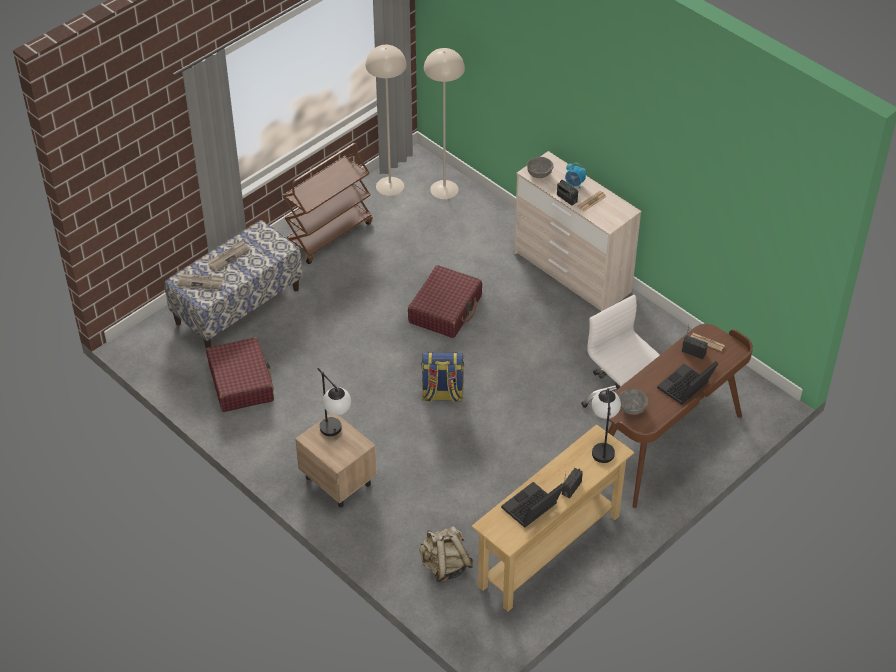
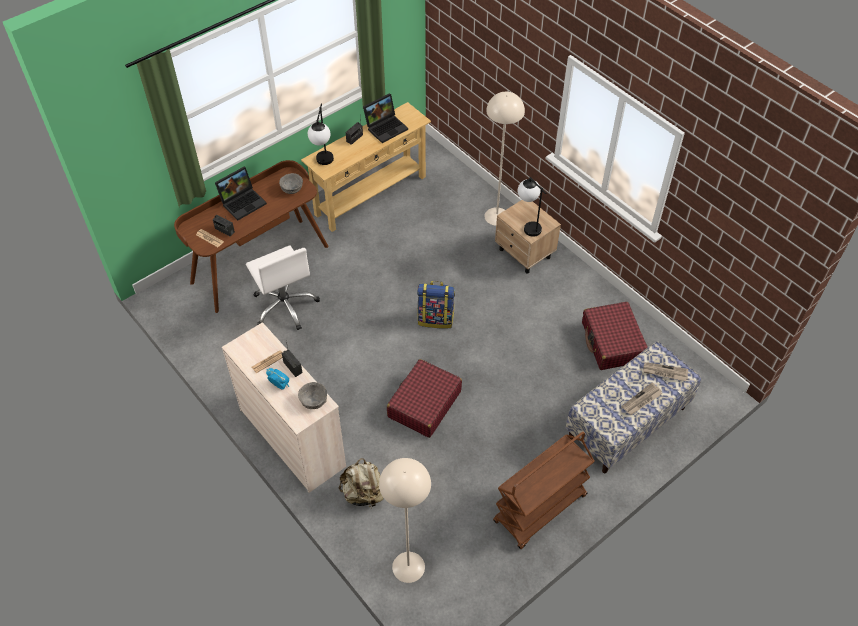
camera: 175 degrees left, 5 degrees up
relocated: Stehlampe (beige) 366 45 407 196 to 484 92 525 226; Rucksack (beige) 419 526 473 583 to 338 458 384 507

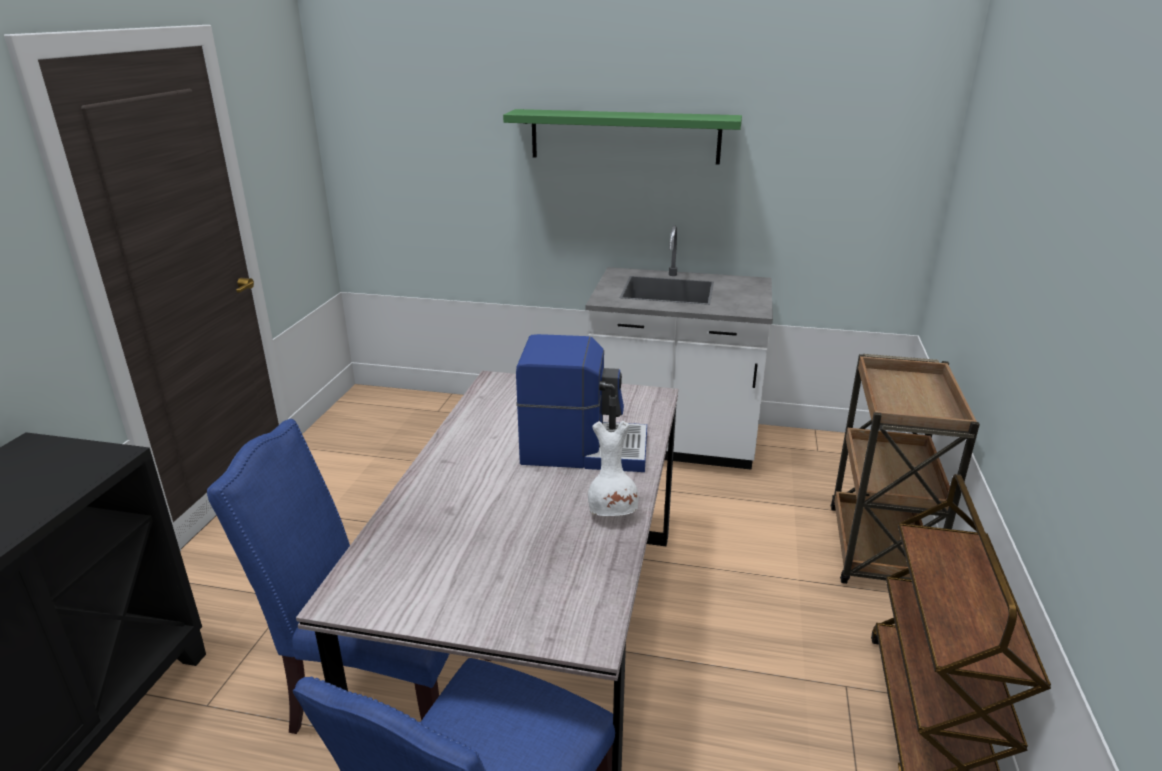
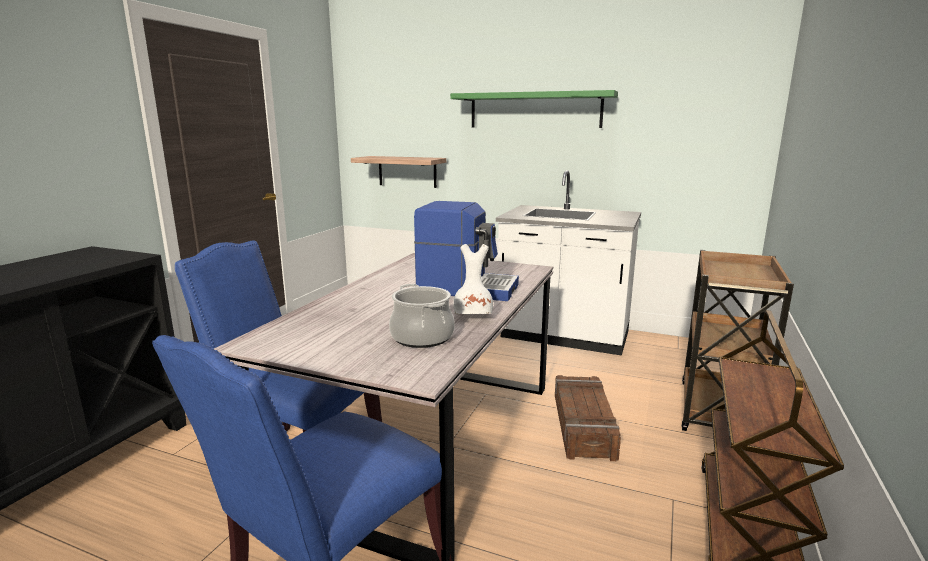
camera: 10 degrees right, 10 degrees down
appeared: Wandregal 351 156 446 188; Kochtopf 389 284 455 348; Kiste 555 375 621 461

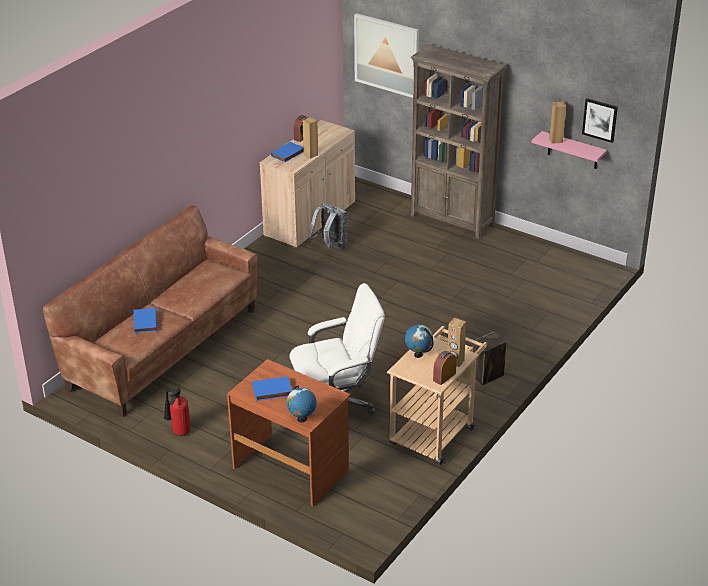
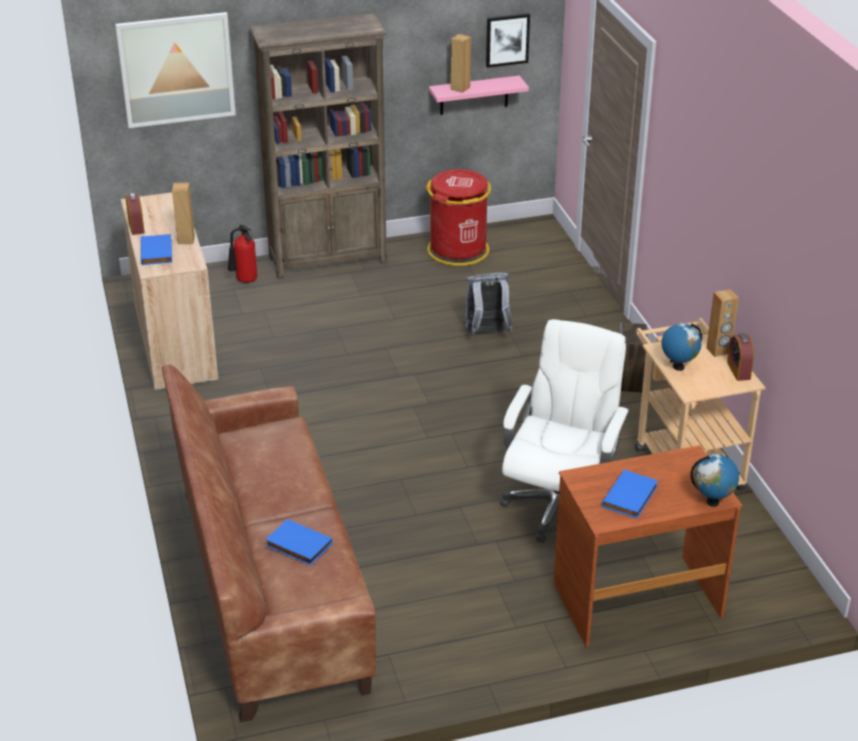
camera: 50 degrees left, 0 degrees up
appeared: Mülleimer (rot) 426 169 491 266
relocated: Feuerlöscher 164 388 191 436 to 227 224 257 283; Rucksack (grau) 309 203 348 250 to 463 273 514 334

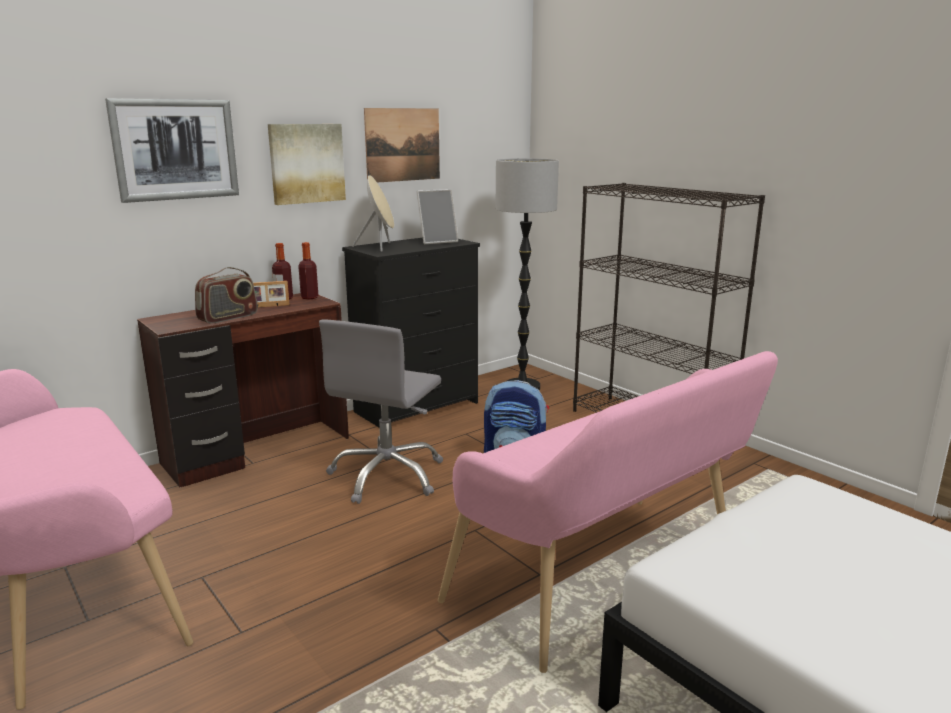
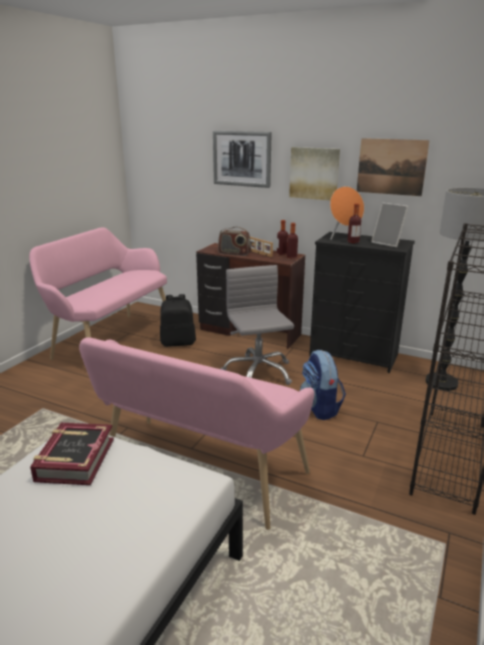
camera: 65 degrees right, 5 degrees up
appeared: Buch 30 423 114 485; Rucksack (schwarz) 160 294 196 347; Flasche 348 203 362 243
colour: Lautsprecher (beige) 352 175 394 252 to Lautsprecher (orange) 330 186 364 240
spun: Bürostuhl (grau) 319 319 443 504 = 221 265 294 385 75 degrees clockwise

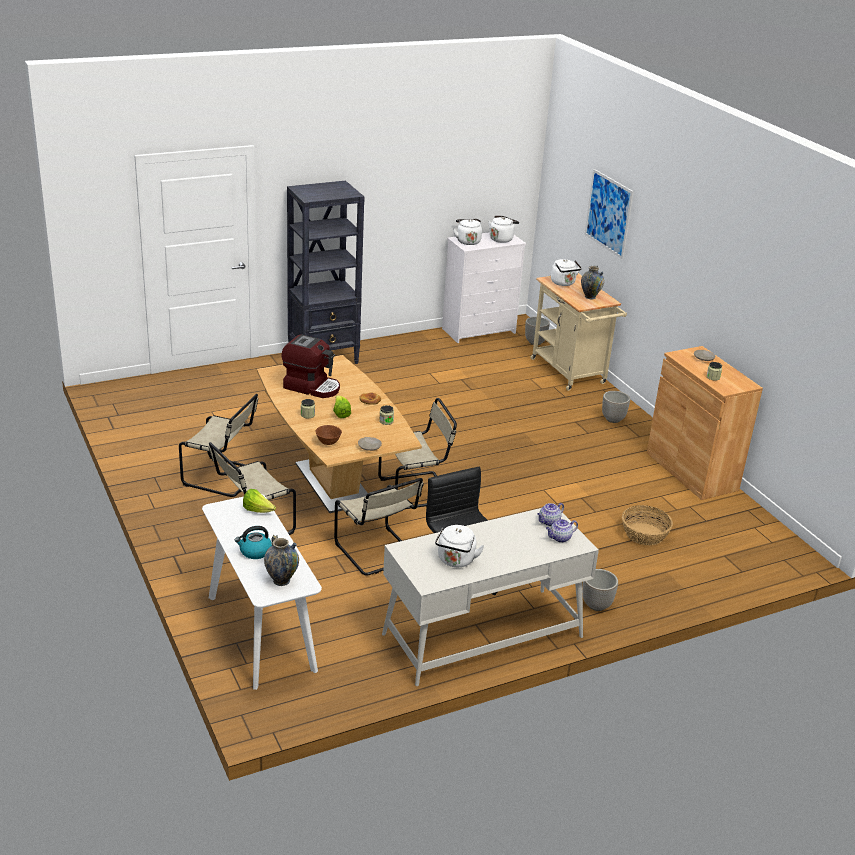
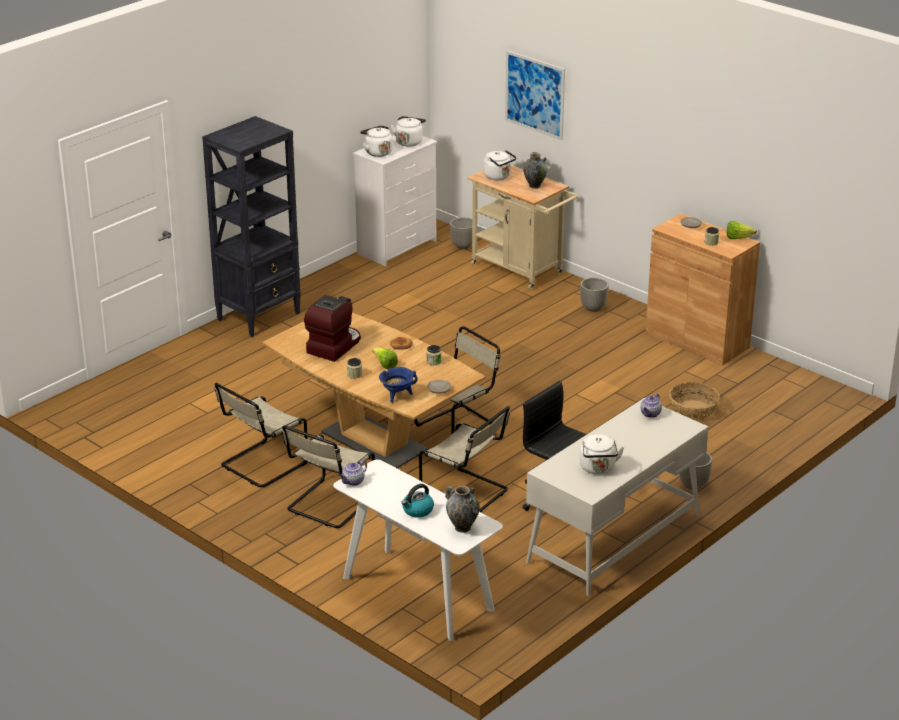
camera: 20 degrees left, 0 degrees up
relocated: Salatkopf 243 489 276 513 to 727 221 757 239; Teekanne 546 519 578 543 to 339 461 367 486
exchanged: Schüssel (braun) 315 425 342 445 to Kochtopf (blau) 379 367 418 403
spun: Stuhl (beige) 179 394 258 497 = 214 383 307 487 135 degrees clockwise; Kaffeemaschine 281 334 340 398 = 304 295 361 362 60 degrees counterclockwise

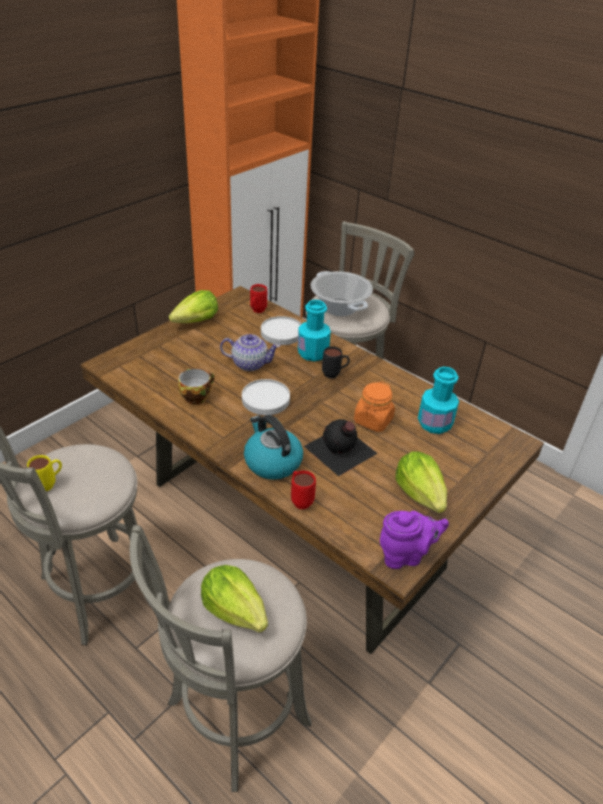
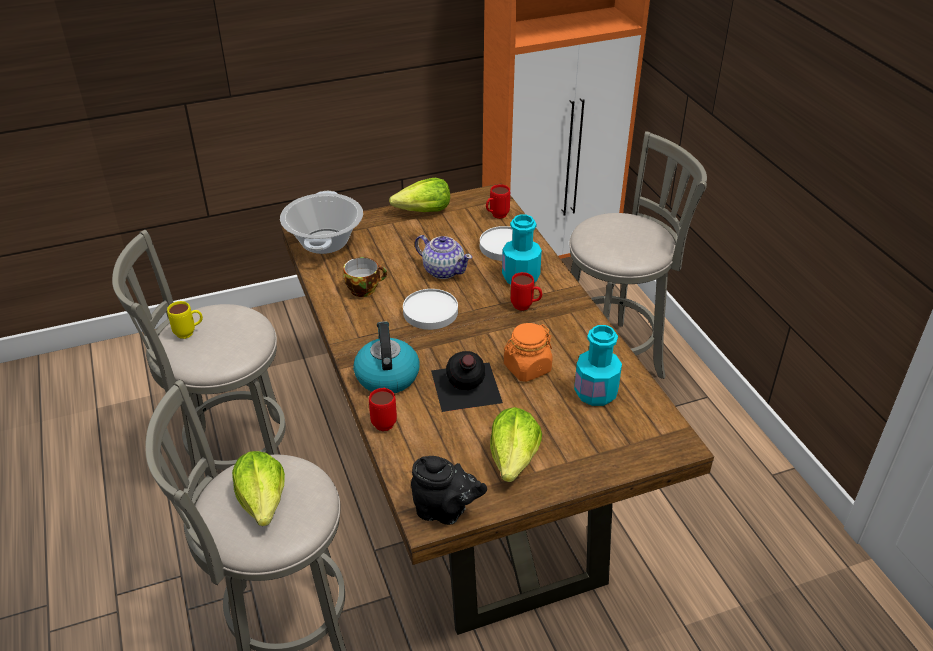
camera: 30 degrees right, 0 degrees up
relocated: Kochtopf 311 271 373 316 to 280 191 363 254
colour: Henkelbecher (schwarz) 322 346 350 379 to Henkelbecher (rot) 511 272 542 311; Teekanne (lila) 380 511 449 569 to Teekanne (schwarz) 411 456 487 525

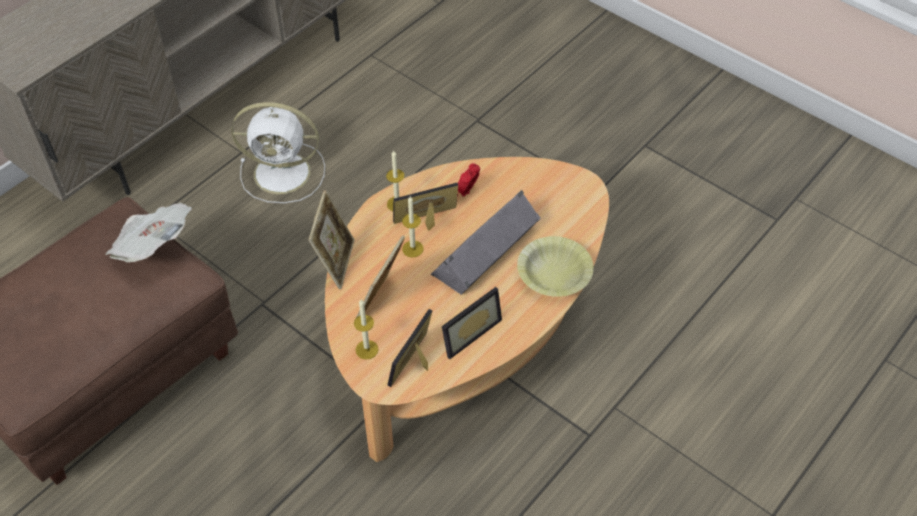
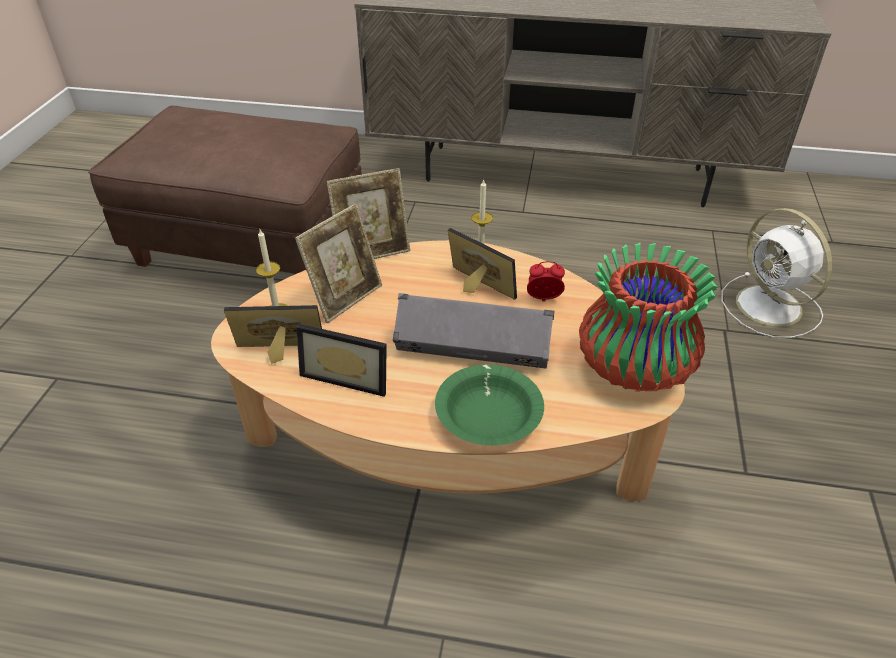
camera: 60 degrees right, 10 degrees down
missing: Zeitung 105 202 192 263; Kerze 402 196 424 258
appeared: Vase 579 242 717 392
relocated: Ventilator (weiß) 231 102 325 204 to 721 208 832 338
colour: Schüssel (gelb) 517 236 594 297 to Schüssel (grün) 435 364 544 446
spun: Bilderrahmen 355 236 405 319 = 295 204 382 323 135 degrees clockwise

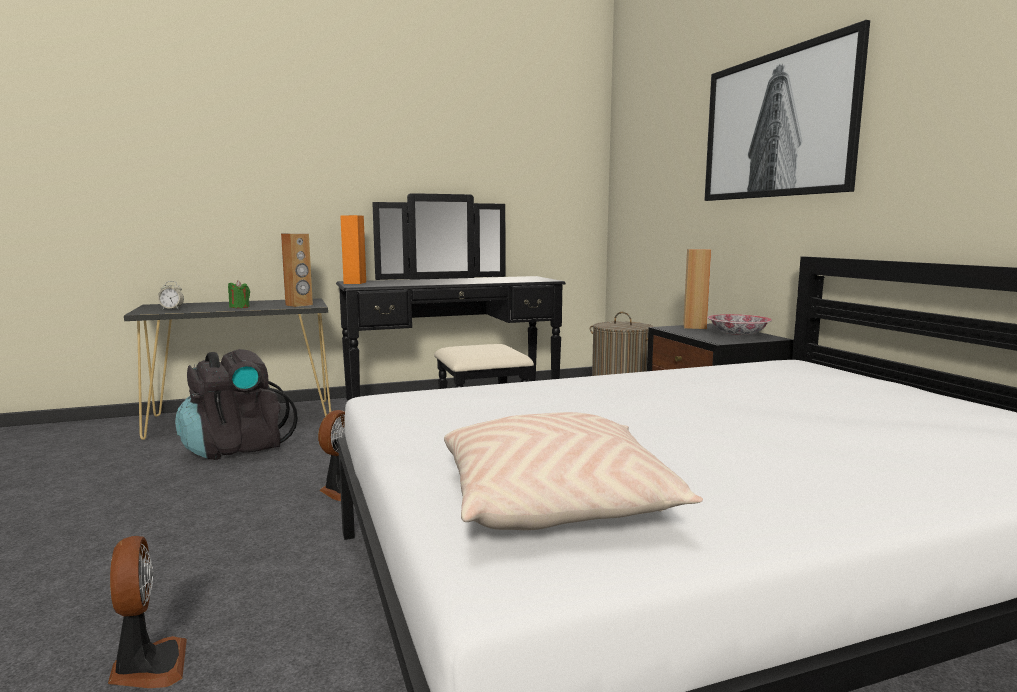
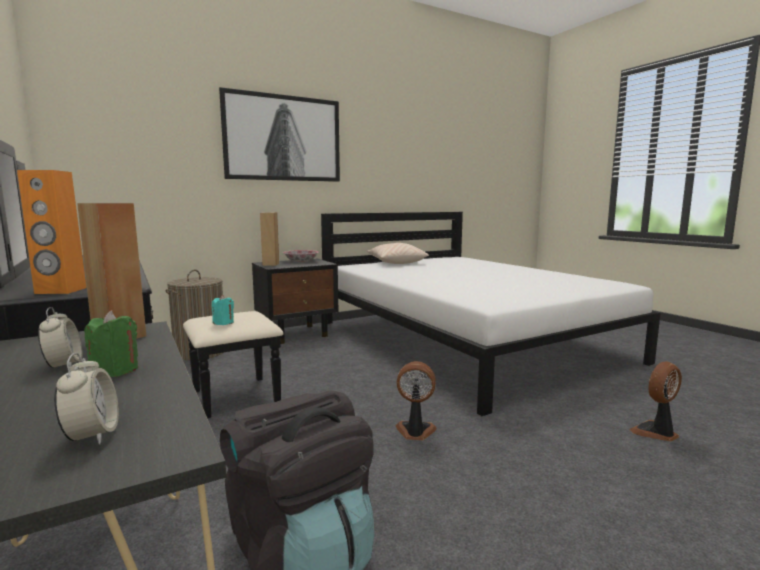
camera: 100 degrees left, 0 degrees up
appeared: Wecker 38 307 83 368; Kerze (türkis) 212 295 234 325
relocated: Kissen (beige) 444 412 703 530 to 367 243 429 264

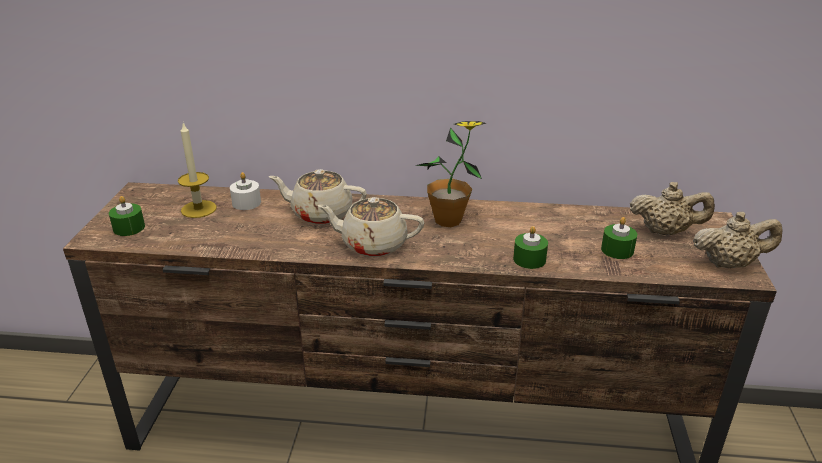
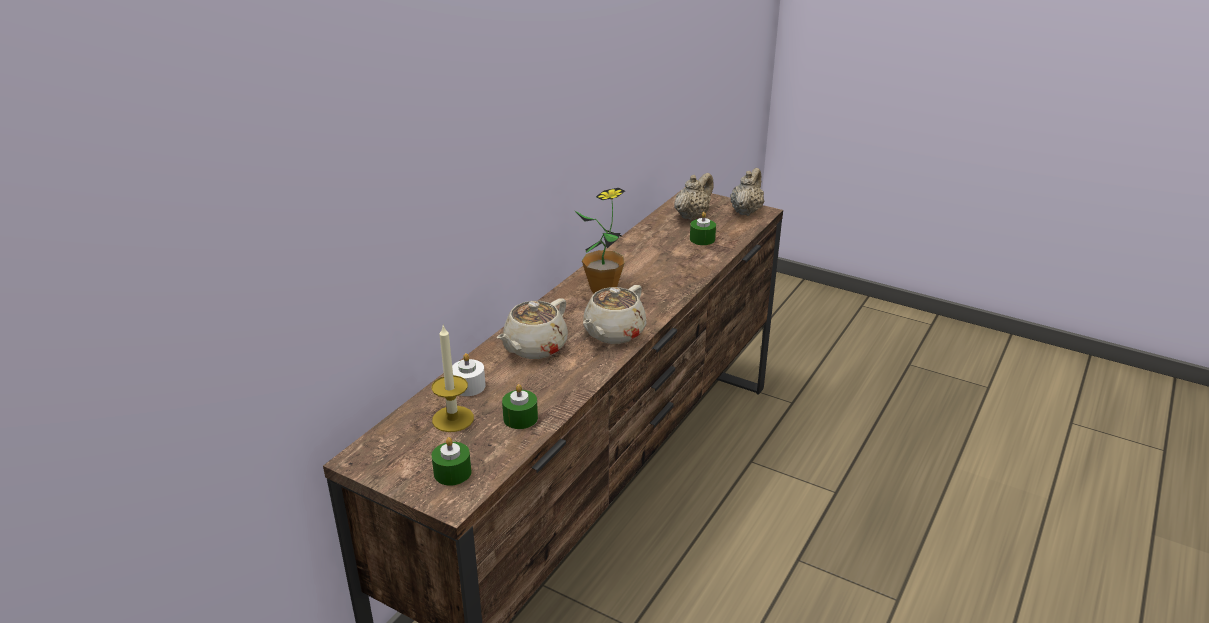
camera: 65 degrees left, 0 degrees up
relocated: Kerze (grün) 513 226 548 269 to 502 384 538 429

